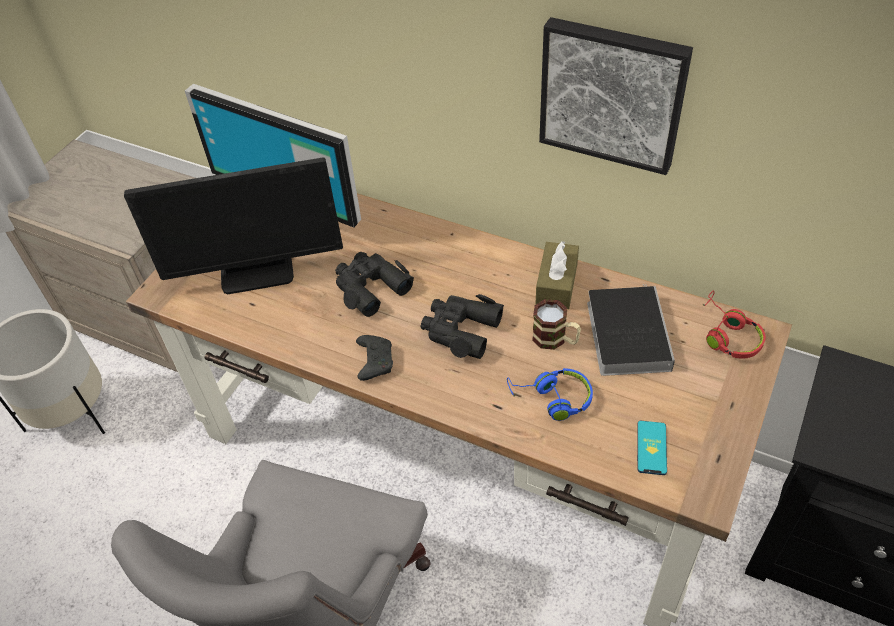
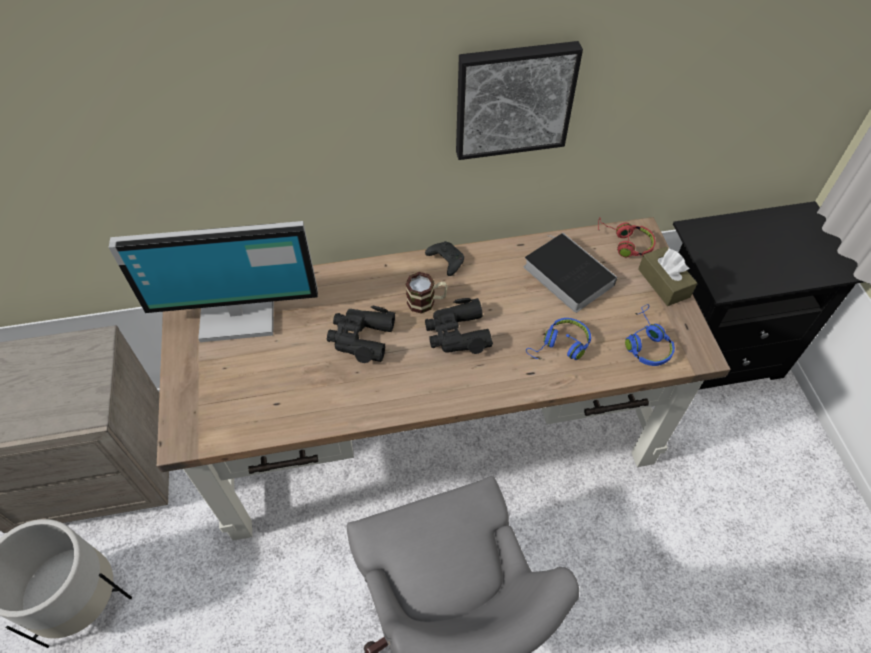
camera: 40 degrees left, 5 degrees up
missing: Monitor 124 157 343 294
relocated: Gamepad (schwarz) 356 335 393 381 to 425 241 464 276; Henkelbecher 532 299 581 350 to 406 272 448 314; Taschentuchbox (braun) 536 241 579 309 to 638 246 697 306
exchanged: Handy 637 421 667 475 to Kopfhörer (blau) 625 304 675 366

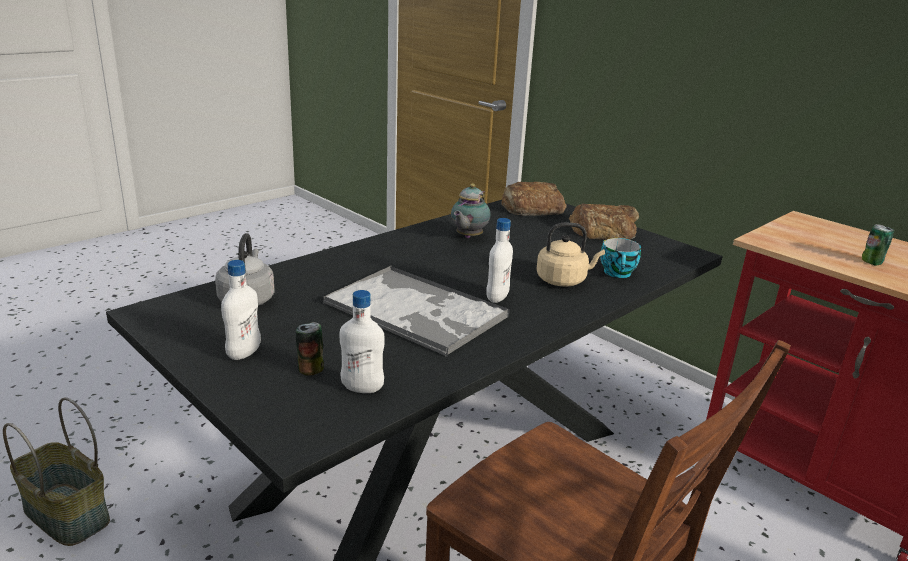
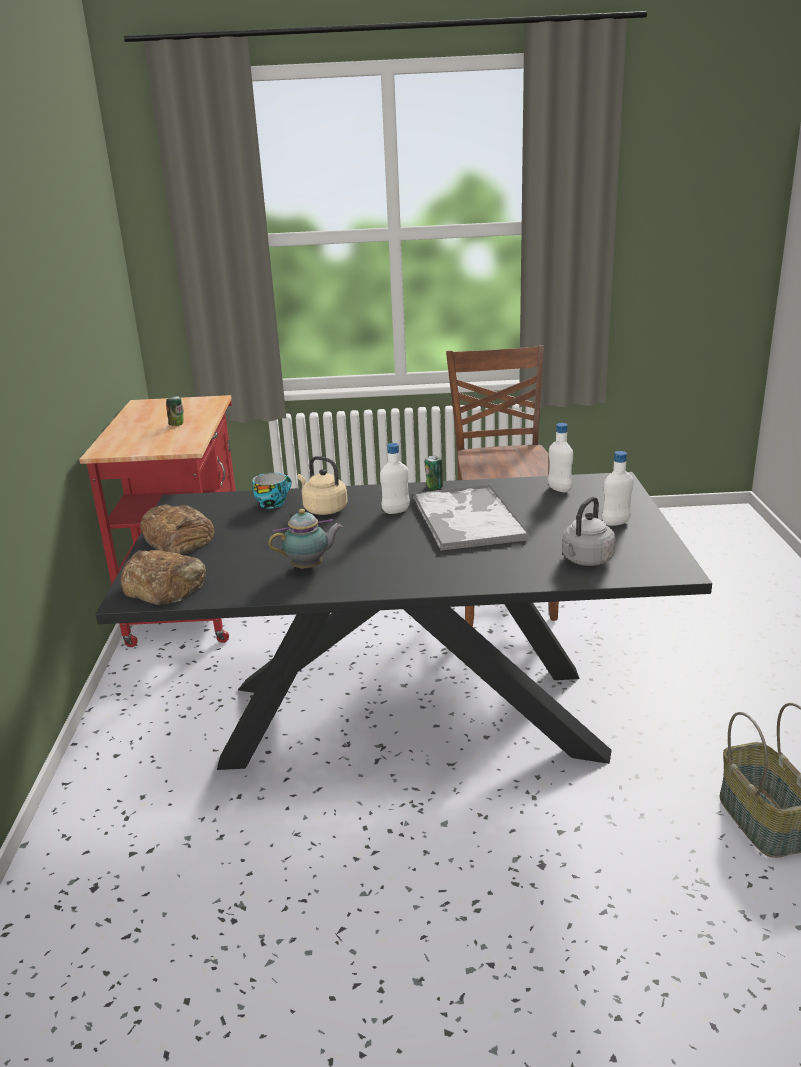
camera: 135 degrees left, 0 degrees up
relocated: Dose 296 322 324 376 to 425 456 443 490

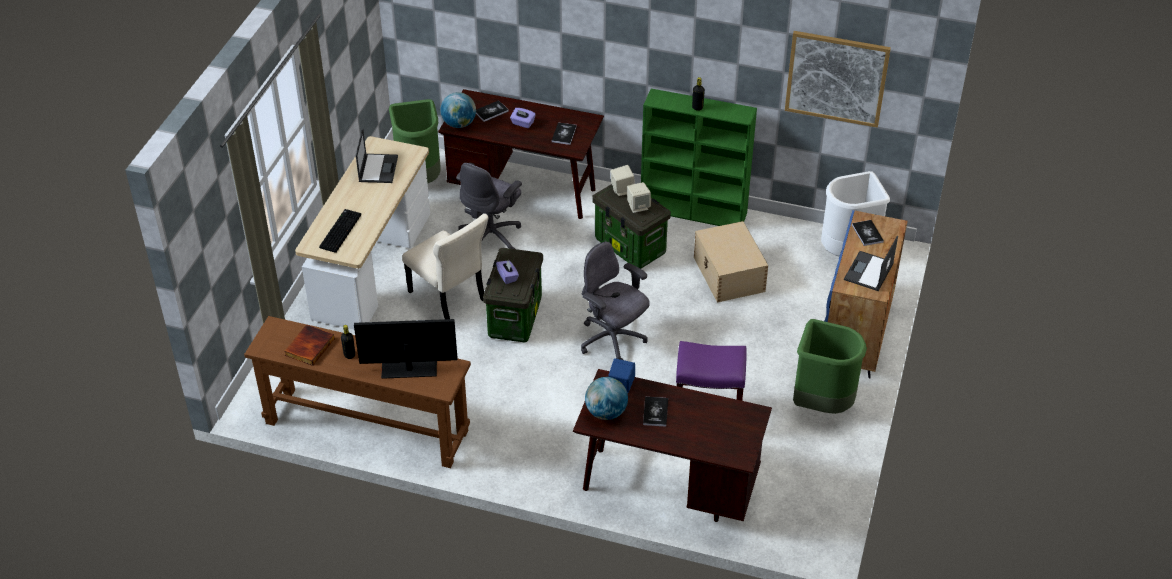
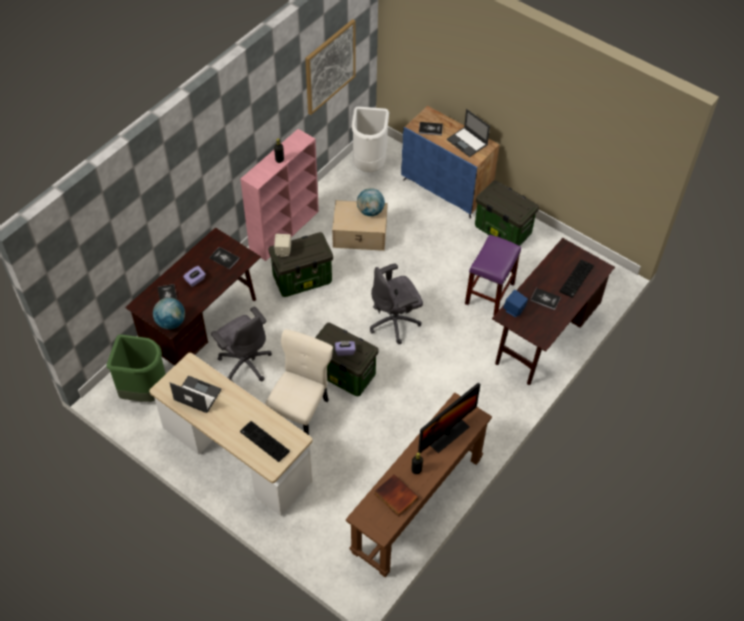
camera: 70 degrees left, 10 degrees up
missing: Lautsprecher (beige) 627 182 651 213
appeared: Tastatur 559 260 594 298
relocated: Globus 585 377 628 420 to 357 188 385 216
exchanged: Mülleimer (grün) 793 319 867 414 to Aufbewahrungsbox 475 180 539 246
colour: Bücherregal (grün) 641 89 757 226 to Bücherregal (rosa) 240 129 319 261
spun: Monitor 354 319 457 379 = 418 382 480 453 150 degrees counterclockwise; Stuhl (beige) 403 214 489 319 = 265 329 333 435 45 degrees counterclockwise

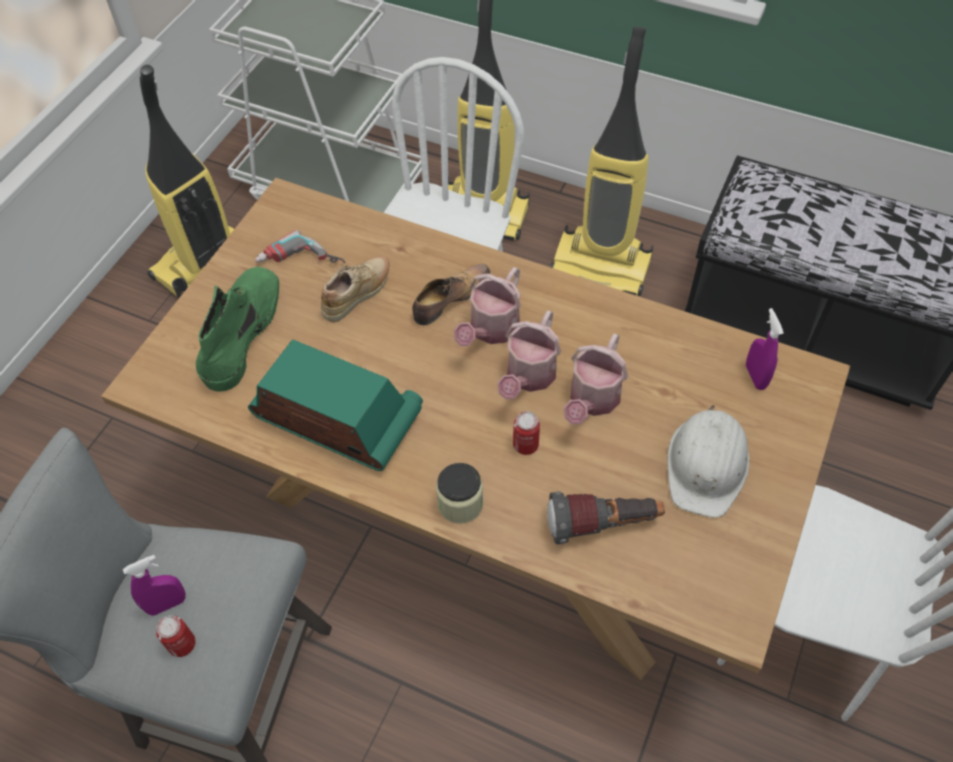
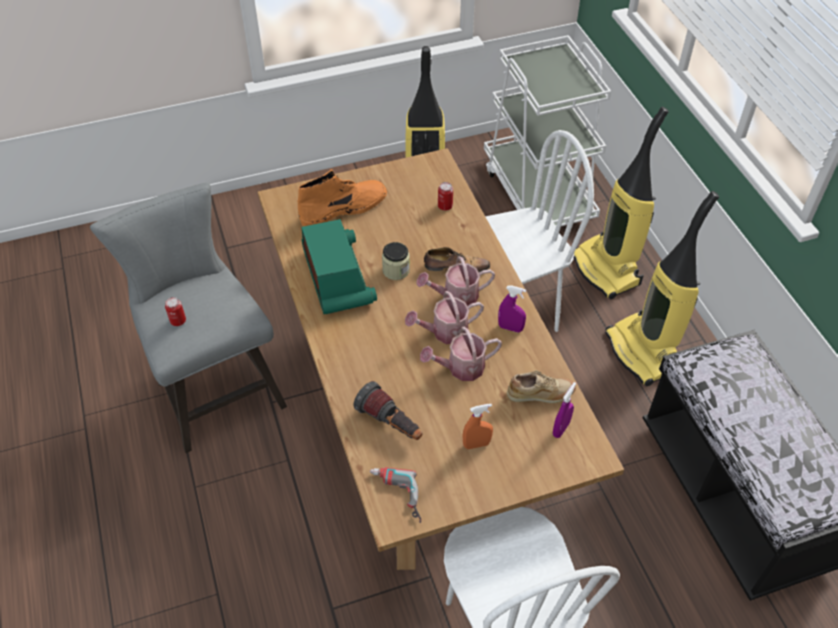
camera: 45 degrees right, 5 degrees down
relocated: Sprühflasche (lila) 123 555 186 616 to 498 285 526 332; Bohrmaschine 255 230 346 263 to 370 467 421 523; Schuh (beige) 321 255 390 322 to 507 370 576 403; Vorratsglas 436 463 483 524 to 382 242 410 280; Dose 513 411 540 455 to 438 182 453 211
exchanged: Schutzhelm (weiß) 668 405 749 518 to Sprühflasche (orange) 462 404 493 449
colour: Stiefel (grün) 196 267 279 392 to Stiefel (orange) 297 169 387 227

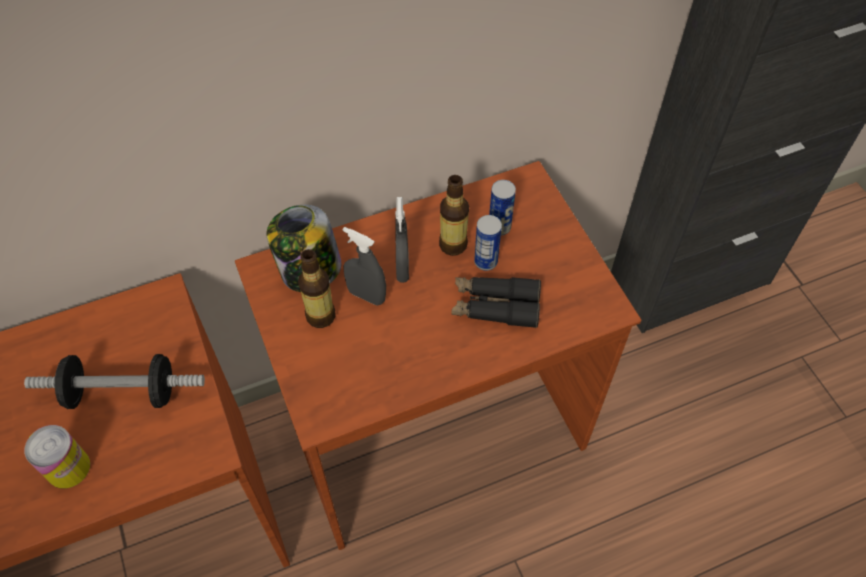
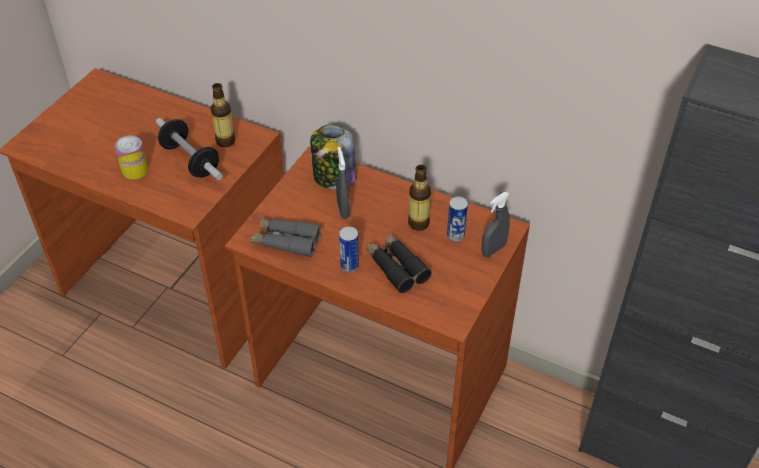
camera: 50 degrees right, 10 degrees down
appeared: Fernglas (grau) 251 218 321 257
relocated: Flasche 298 249 336 328 to 211 83 235 147; Sprühflasche (grau) 395 197 409 283 to 482 192 510 257; Dose 474 215 502 271 to 339 227 359 272

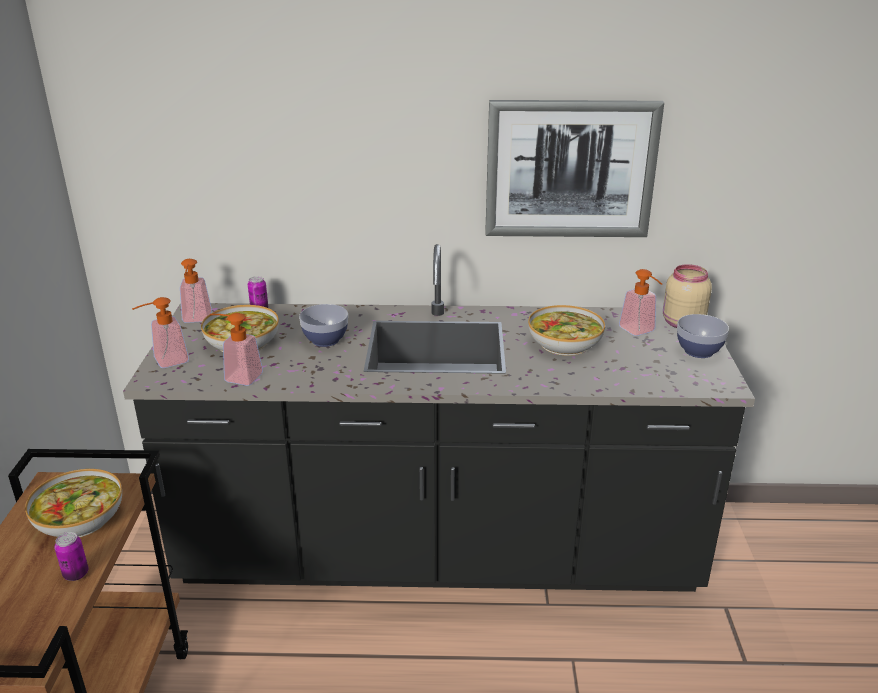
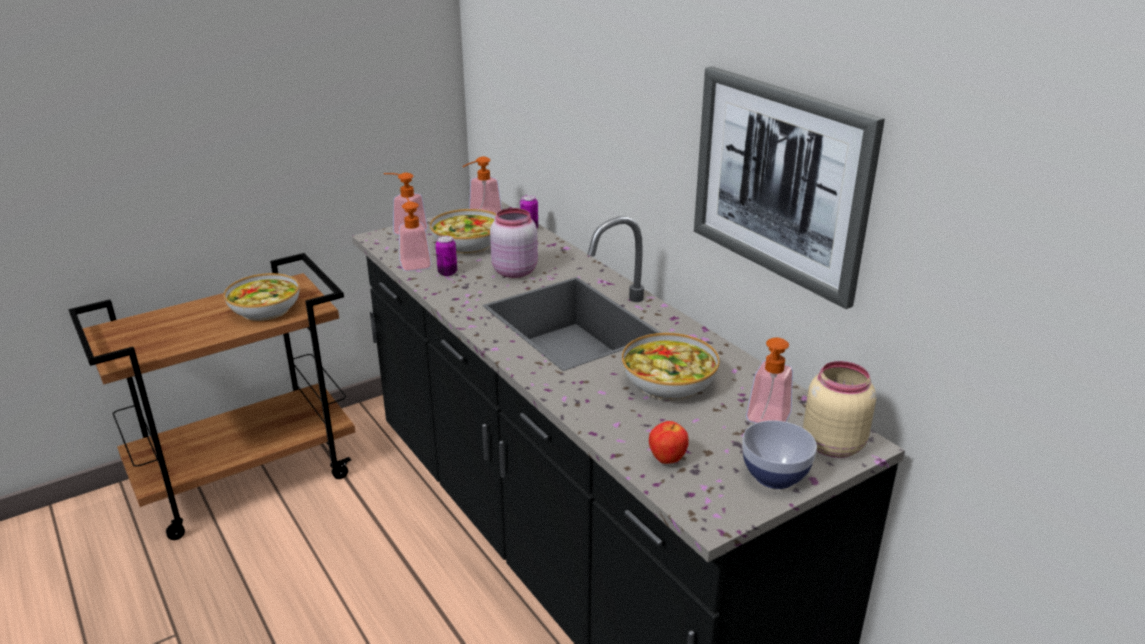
camera: 55 degrees right, 0 degrees up
appeared: Apfel 649 421 689 464
relocated: Dose 54 532 88 581 to 436 236 457 276
exchanged: Schüssel 299 304 348 347 to Vorratsglas (rosa) 490 208 538 278

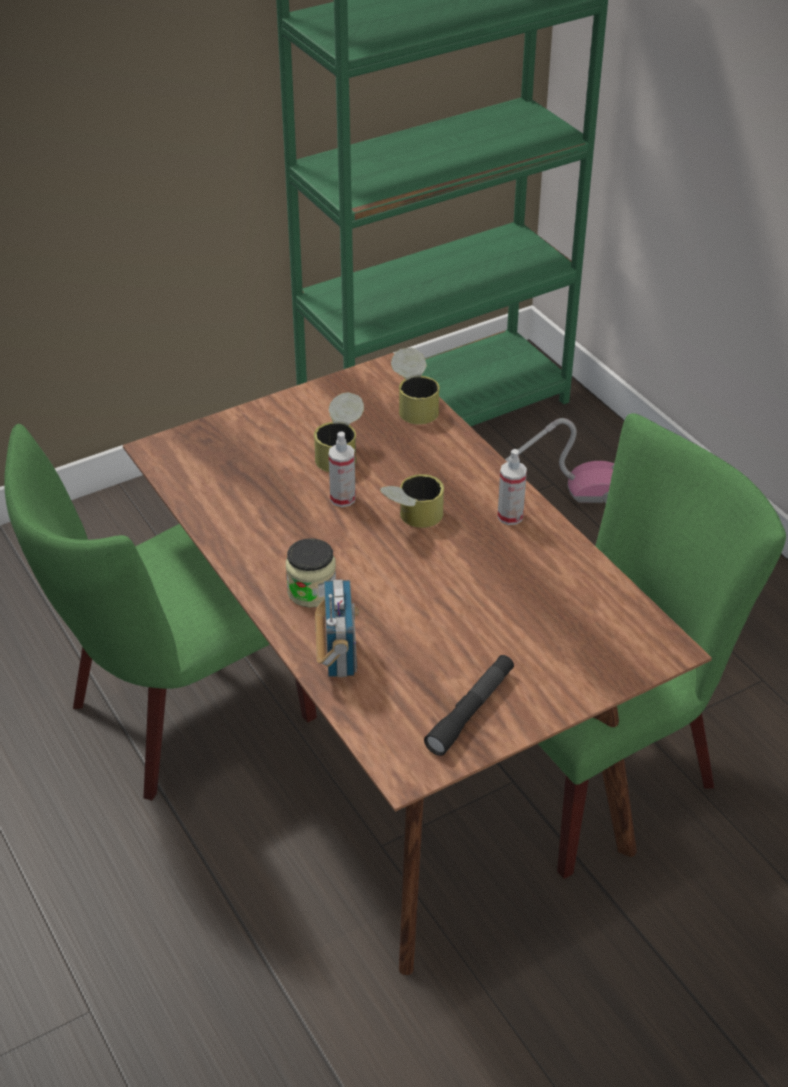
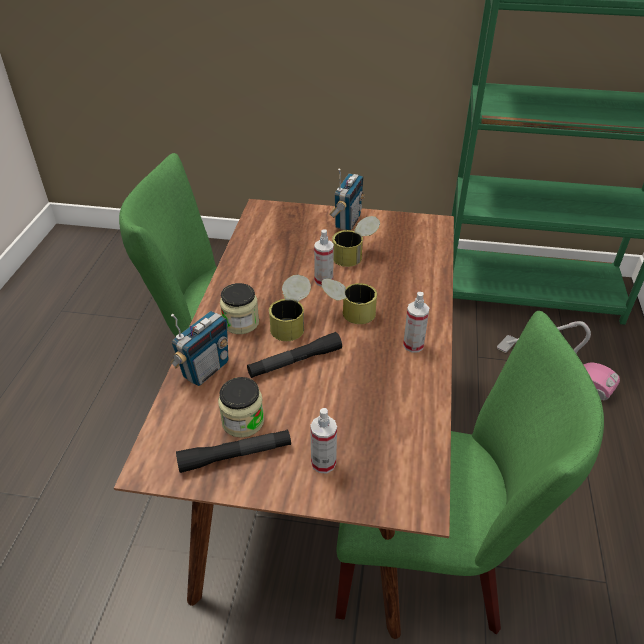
camera: 40 degrees right, 0 degrees up
appeared: Vorratsglas 218 377 264 438; Taschenlampe (schwarz) 247 332 342 378; Sprühflasche 310 408 337 473; Radio 329 168 365 230
relocated: Dose 391 348 440 425 to 269 275 311 341

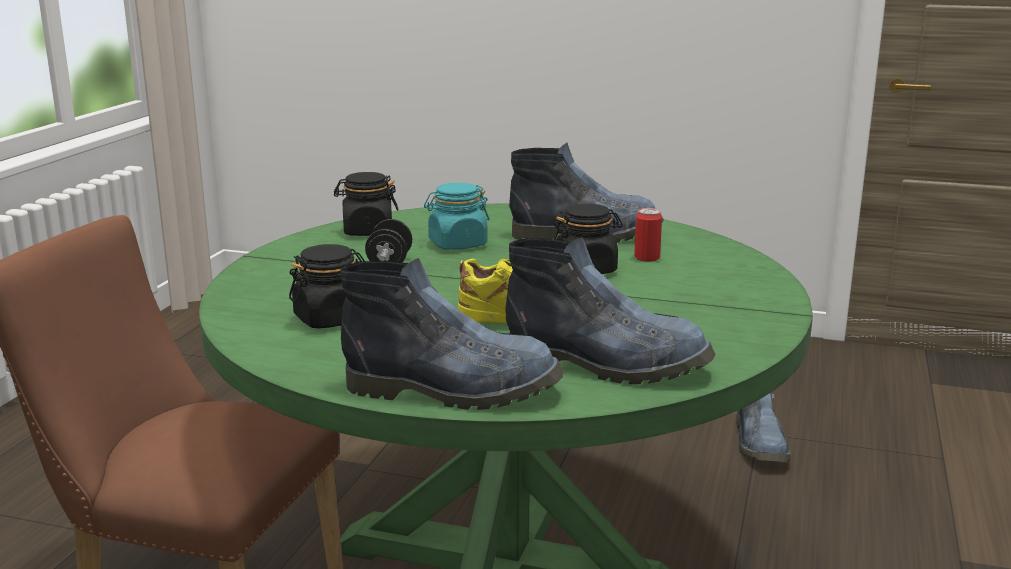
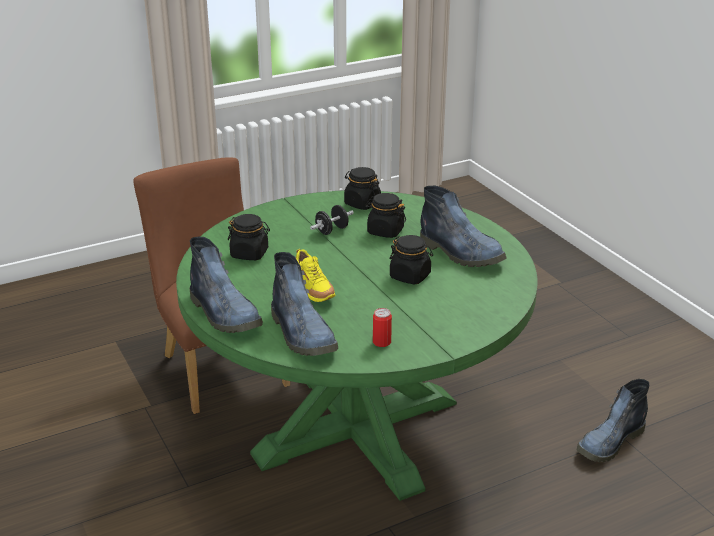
camera: 45 degrees right, 10 degrees up
relocated: Dose 634 208 662 261 to 373 308 392 347
colour: Vorratsglas (türkis) 424 183 489 250 to Vorratsglas (schwarz) 365 193 406 238

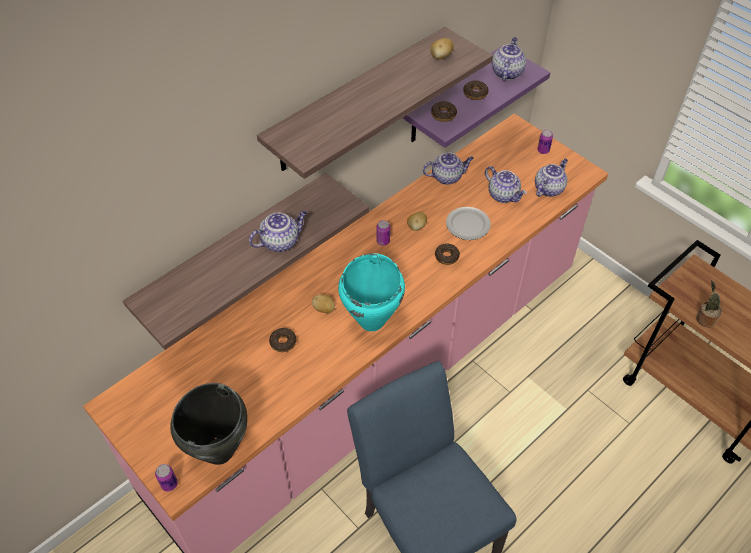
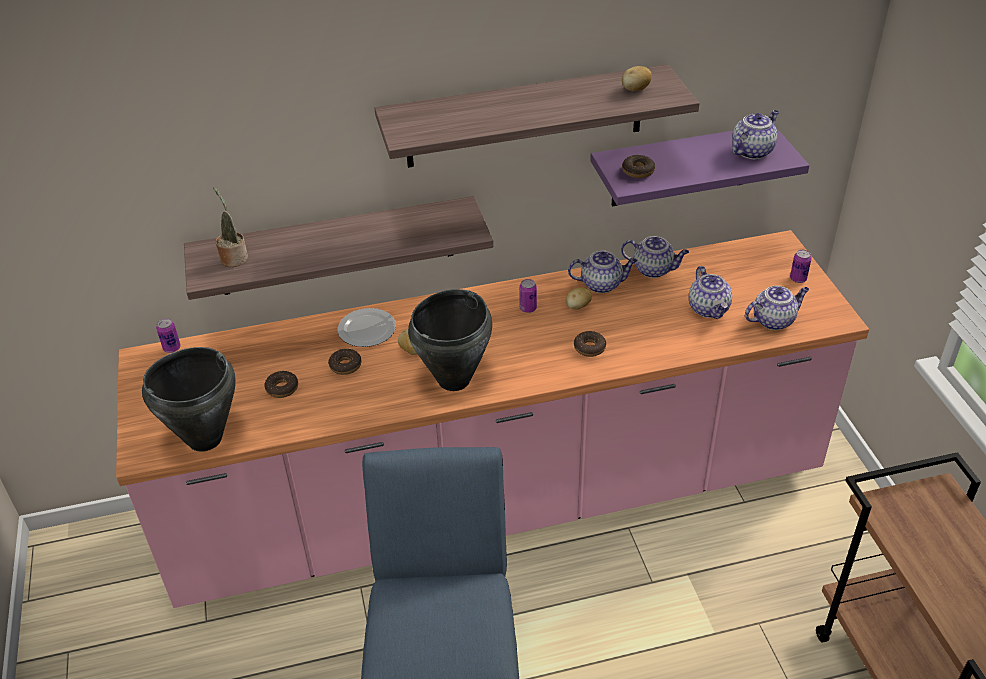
camera: 30 degrees right, 10 degrees down
relocated: Dose 155 464 178 492 to 156 318 181 353; Teekanne 249 211 307 252 to 568 251 637 293; Teller 446 207 491 240 to 338 308 396 347; Donut 463 80 489 100 to 264 371 298 398; Topfpflanze 696 280 722 327 to 213 187 248 267
colour: Kochtopf (türkis) 338 253 405 331 to Kochtopf (schwarz) 408 289 492 391

